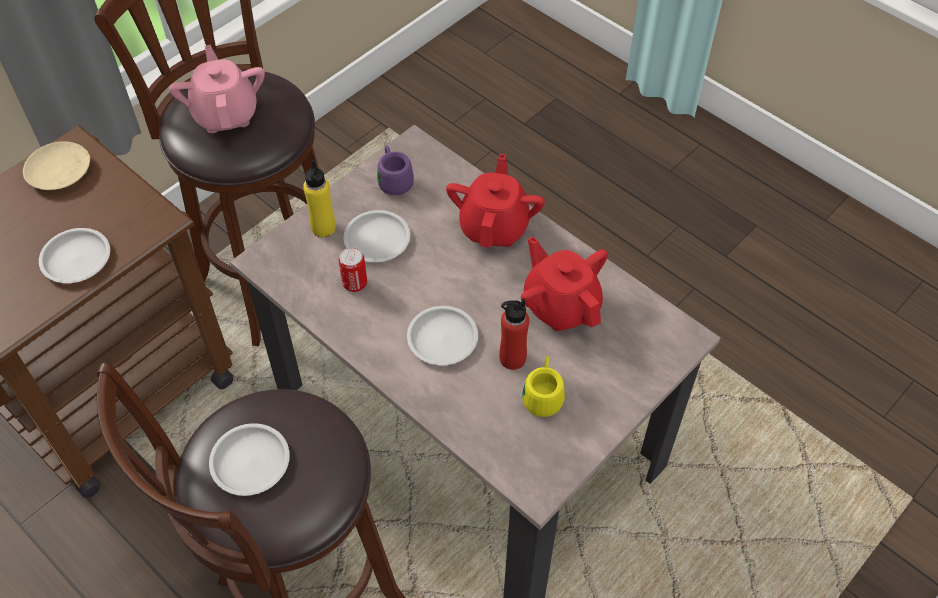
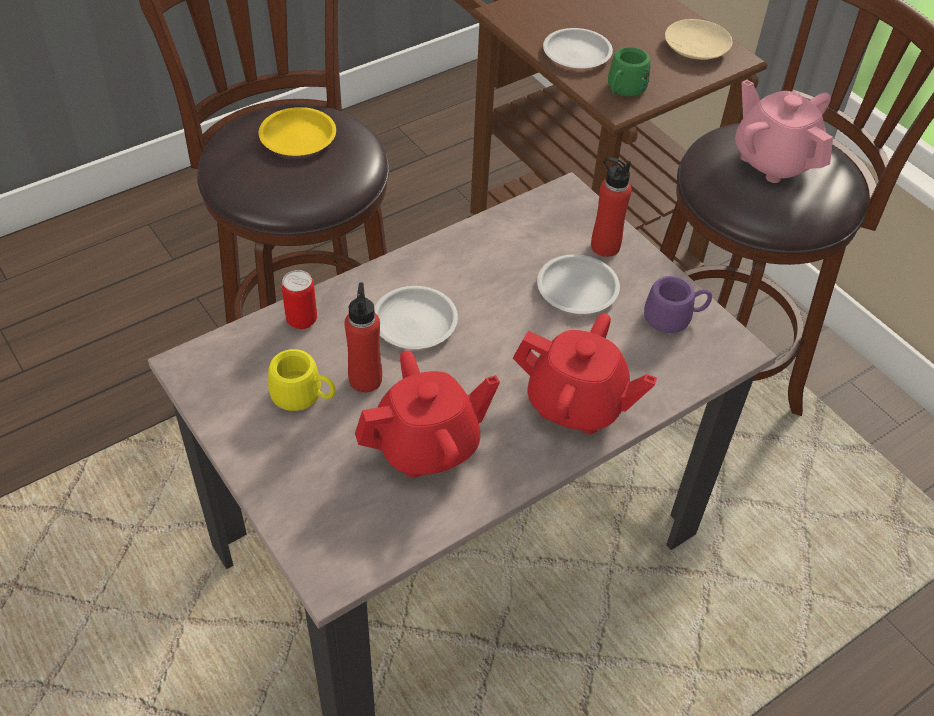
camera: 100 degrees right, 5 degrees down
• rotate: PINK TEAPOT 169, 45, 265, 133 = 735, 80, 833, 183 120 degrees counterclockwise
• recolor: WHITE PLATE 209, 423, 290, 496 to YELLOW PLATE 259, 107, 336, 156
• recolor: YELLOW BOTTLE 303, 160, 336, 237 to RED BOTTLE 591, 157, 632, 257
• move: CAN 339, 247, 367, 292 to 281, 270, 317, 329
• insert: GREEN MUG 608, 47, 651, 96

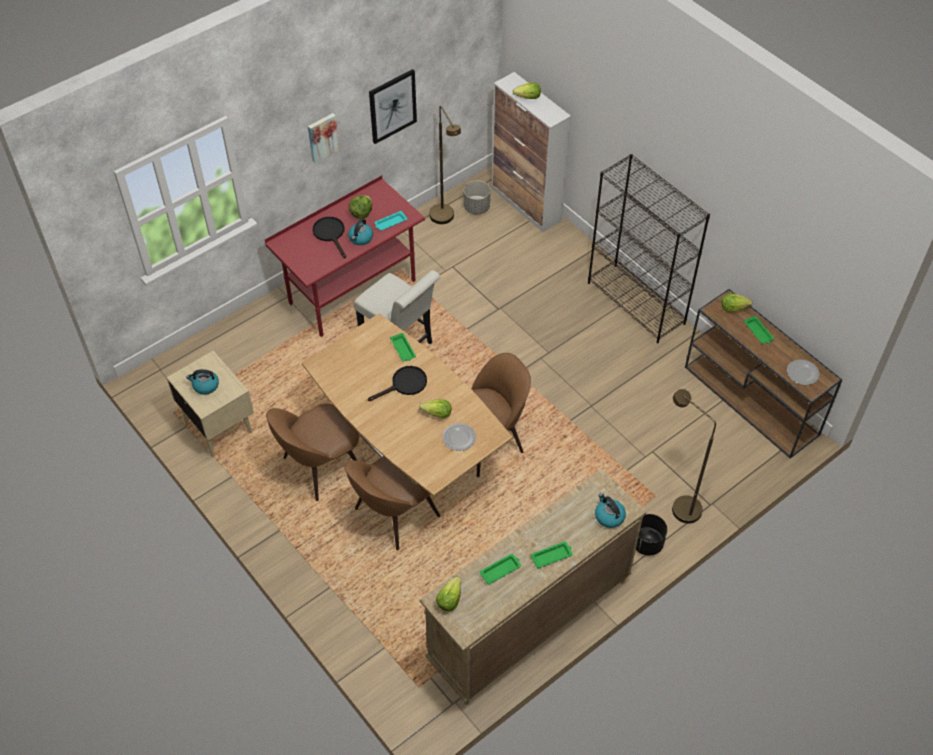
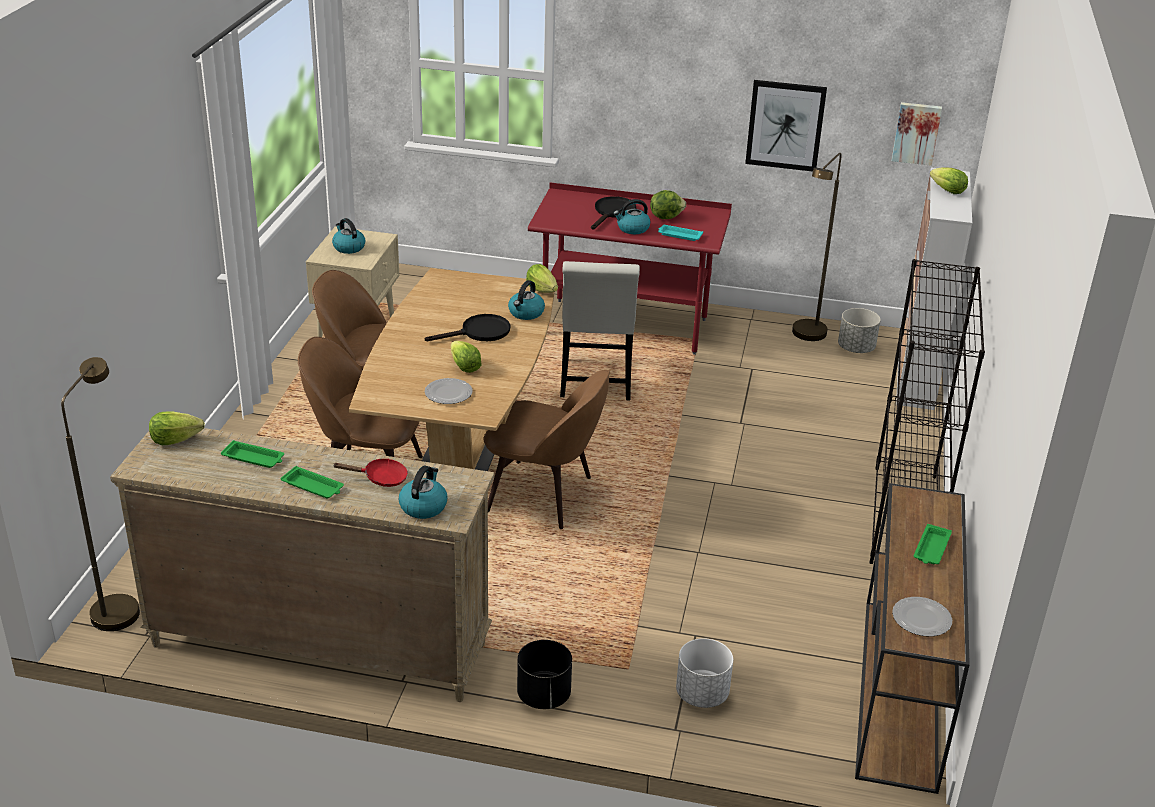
camera: 50 degrees right, 20 degrees down
• move: PICTURE 308, 113, 339, 163 to 892, 102, 942, 166
• rotate: BLACK FRYING PAN 368, 366, 427, 401 = 425, 314, 510, 341 45 degrees counterclockwise
• replace: GREEN TRAY 390, 333, 416, 362 to KETTLE 508, 280, 545, 320
• move: BROWN FLOOR LAMP 672, 389, 716, 524 to 61, 357, 140, 631
• move: LETTUCE 721, 293, 752, 312 to 526, 264, 558, 293
• insert: RED FRYING PAN 332, 459, 408, 487
• insert: WHITE PLANTER 676, 638, 733, 708

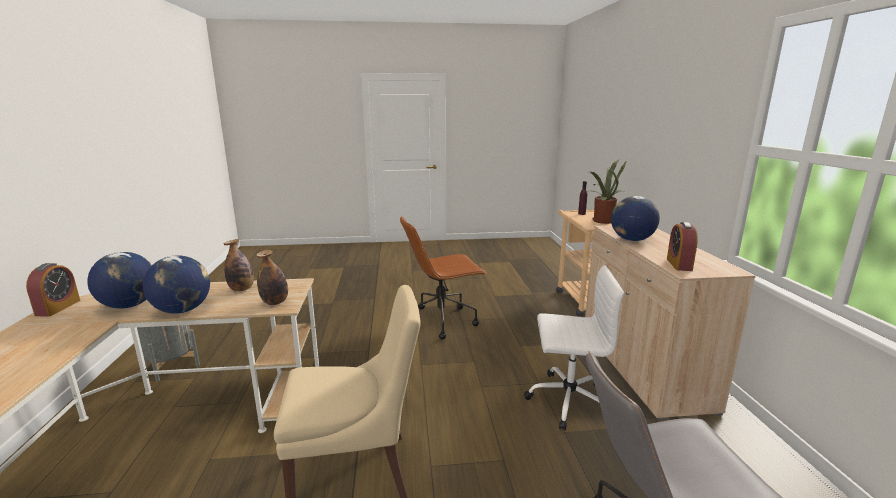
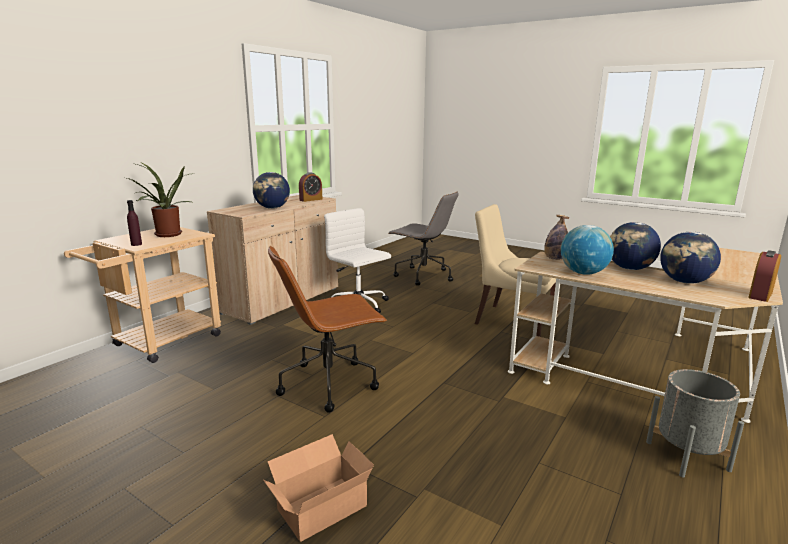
camera: 140 degrees left, 0 degrees up
• replace: BOTTLE 224, 239, 254, 291 to GLOBE 561, 225, 614, 275
• rotate: BROWN OFFICE CHAIR 400, 216, 486, 340 = 268, 246, 387, 413 135 degrees clockwise
• insert: CARDBOARD BOX 263, 434, 374, 542

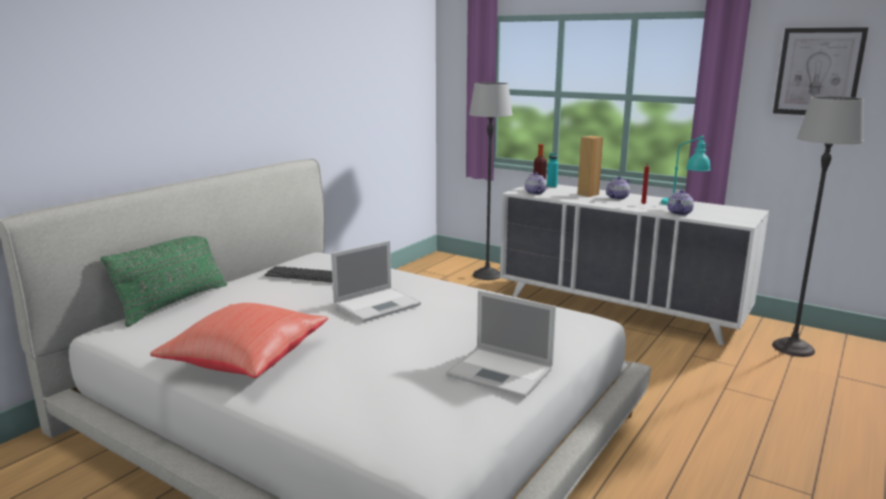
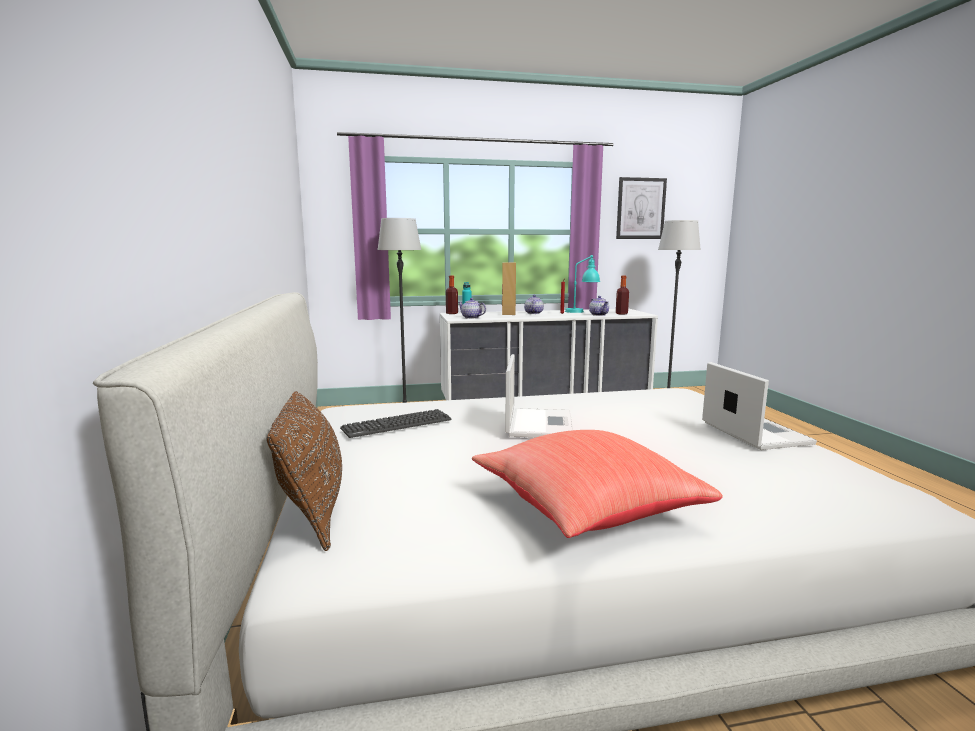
camera: 45 degrees left, 5 degrees down
• recolor: GREEN PILLOW 101, 236, 227, 327 to BROWN PILLOW 267, 391, 342, 551
• rotate: LAPTOP 446, 290, 556, 398 = 702, 362, 817, 450 90 degrees counterclockwise
• insert: BOTTLE 616, 276, 629, 315

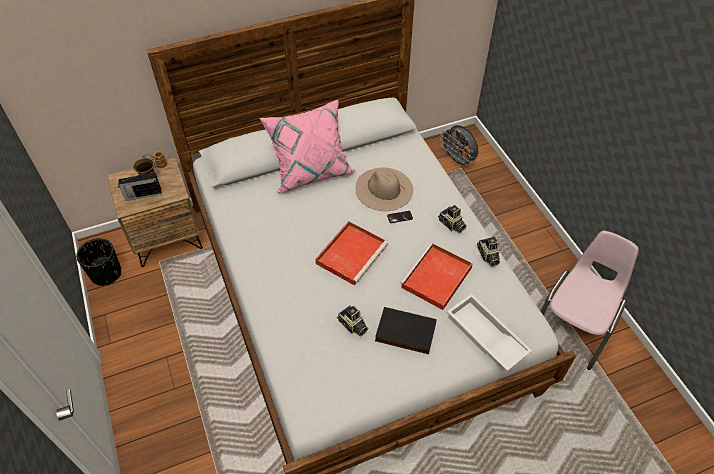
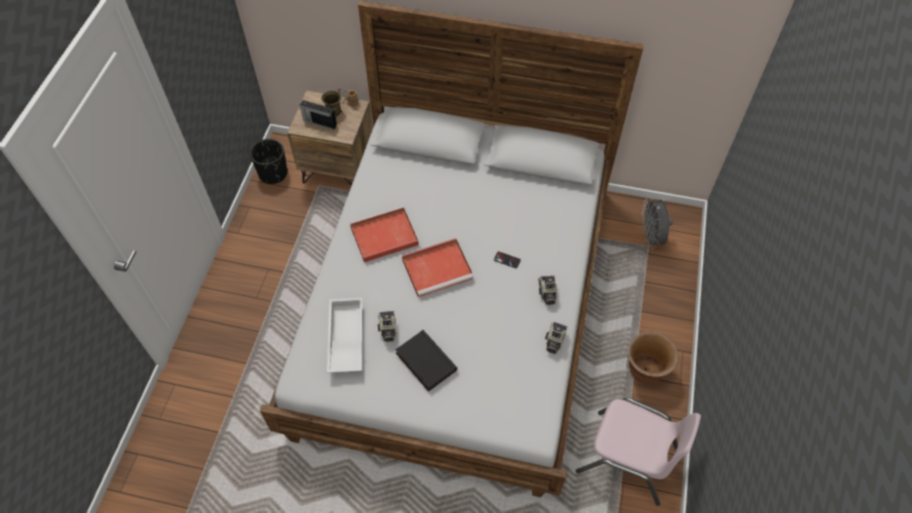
camera: 35 degrees right, 5 degrees up
• delete: PINK PILLOW 260, 99, 356, 193
• delete: BEIGE HAT 355, 167, 413, 211
• move: RED TRAY 400, 243, 473, 310 to 350, 206, 419, 263
• move: WHITE TRAY 447, 294, 532, 371 to 327, 298, 362, 373
• rotate: PINK CHAIR 541, 231, 639, 370 = 576, 398, 701, 506 45 degrees clockwise
• insert: BROWN PLANTER 628, 331, 678, 384

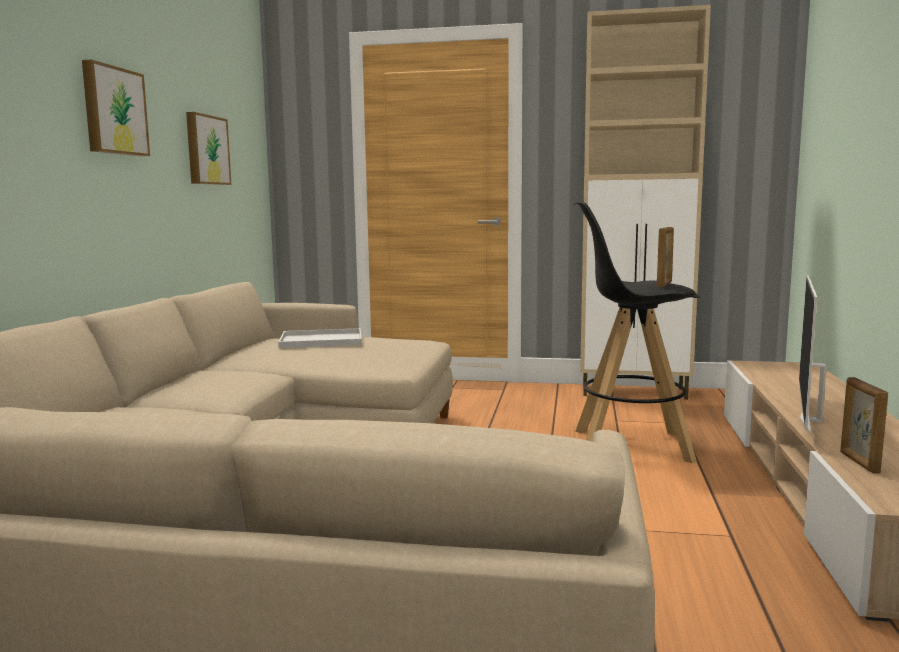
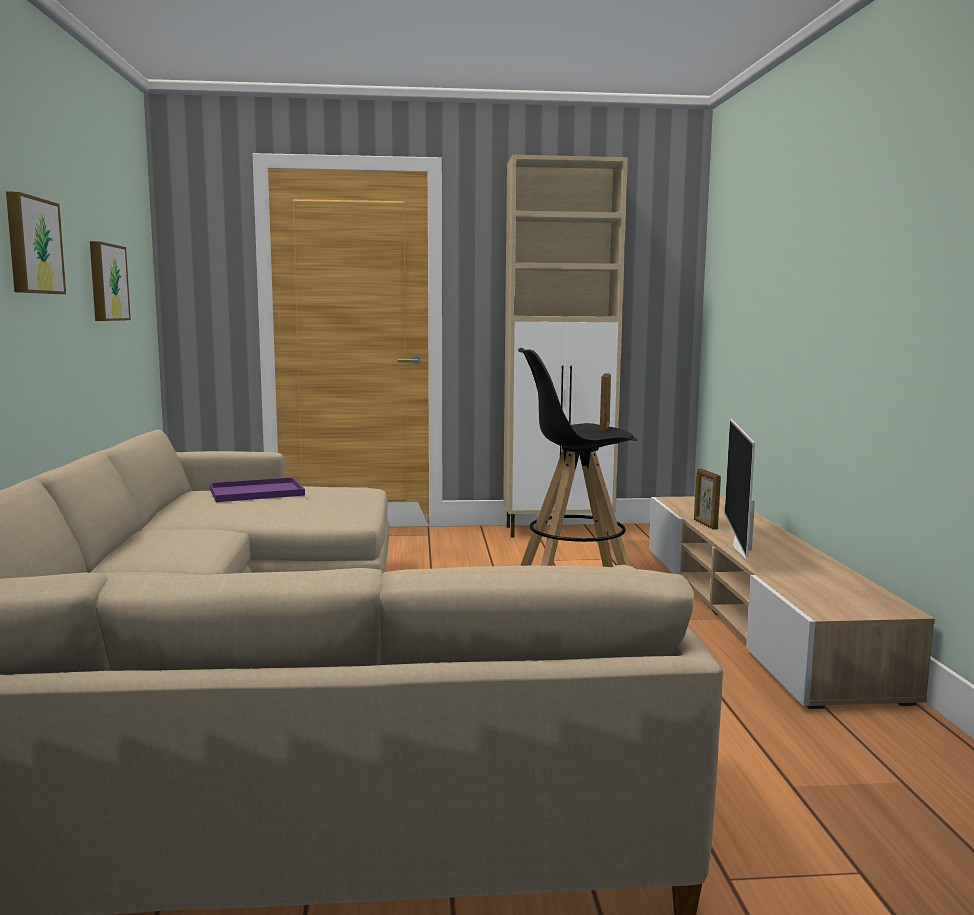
camera: 15 degrees left, 0 degrees up
• recolor: WHITE TRAY 278, 328, 362, 348 to PURPLE TRAY 210, 477, 305, 502
• move: PICTURE FRAME 840, 377, 888, 474 to 694, 469, 721, 530

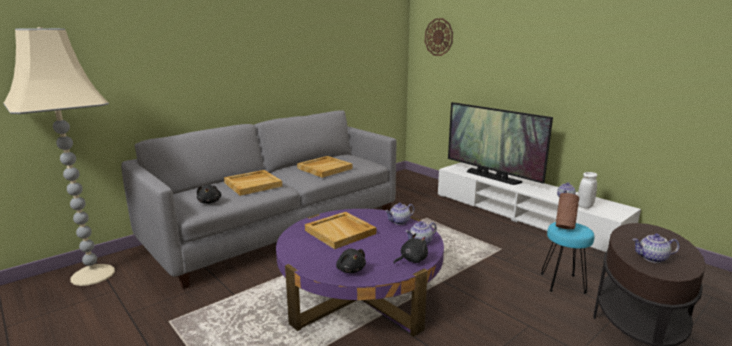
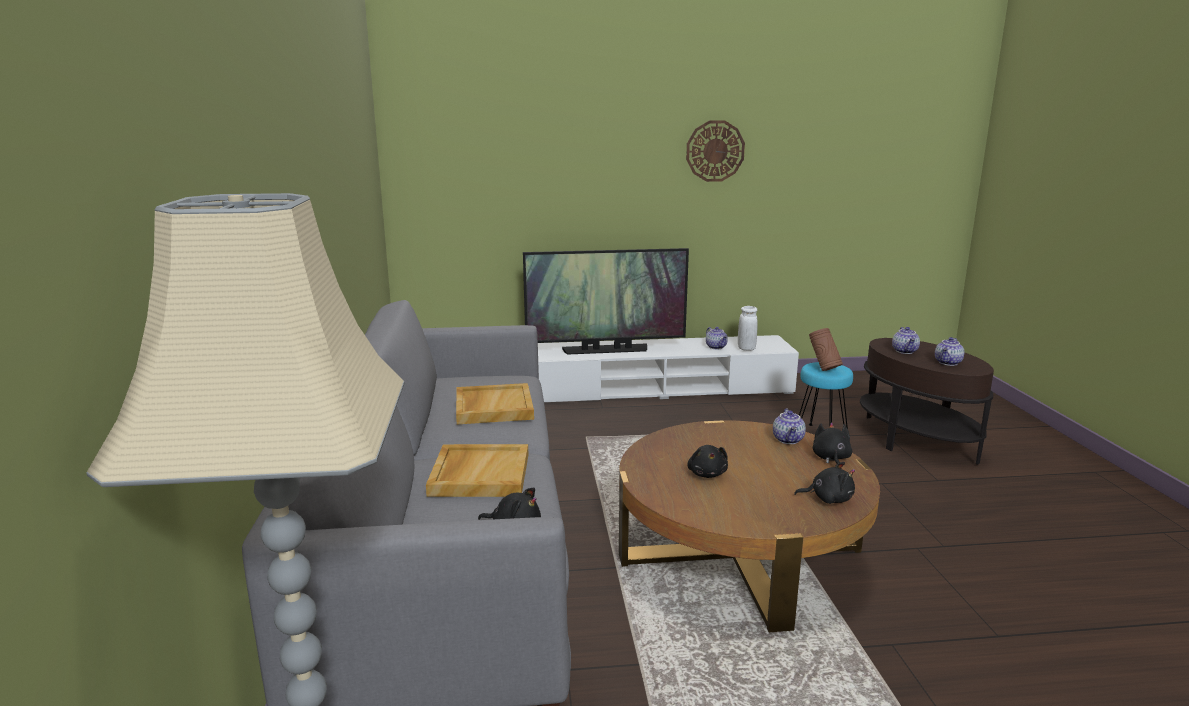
camera: 55 degrees left, 0 degrees up
• recolor: PURPLE COFFEE TABLE 276, 209, 444, 337 to BROWN COFFEE TABLE 619, 420, 880, 632
• replace: BEIGE TRAY 305, 212, 376, 249 to BLACK PLUSH TOY 687, 445, 728, 478
• move: TEAPOT 385, 203, 414, 225 to 892, 327, 920, 354
• move: WALL CLOCK 425, 18, 453, 56 to 686, 121, 745, 182

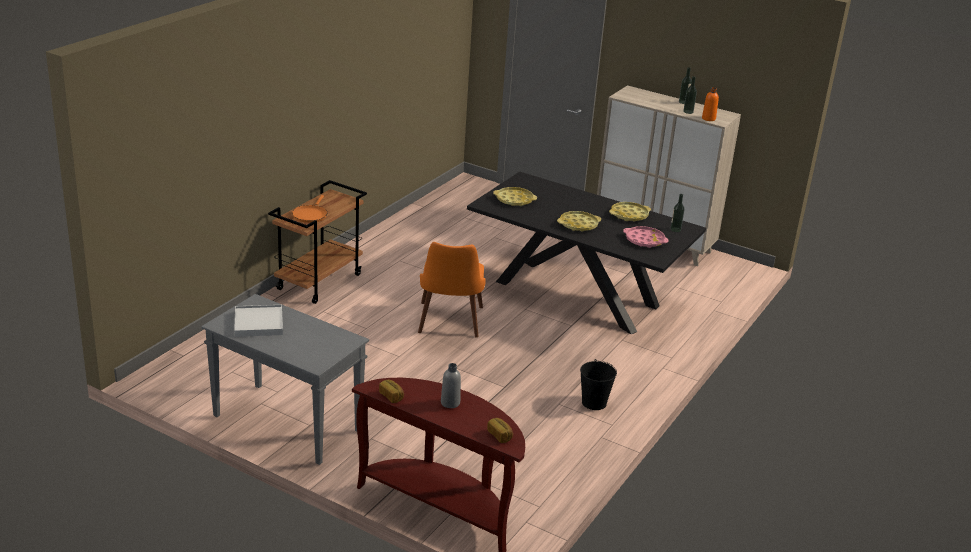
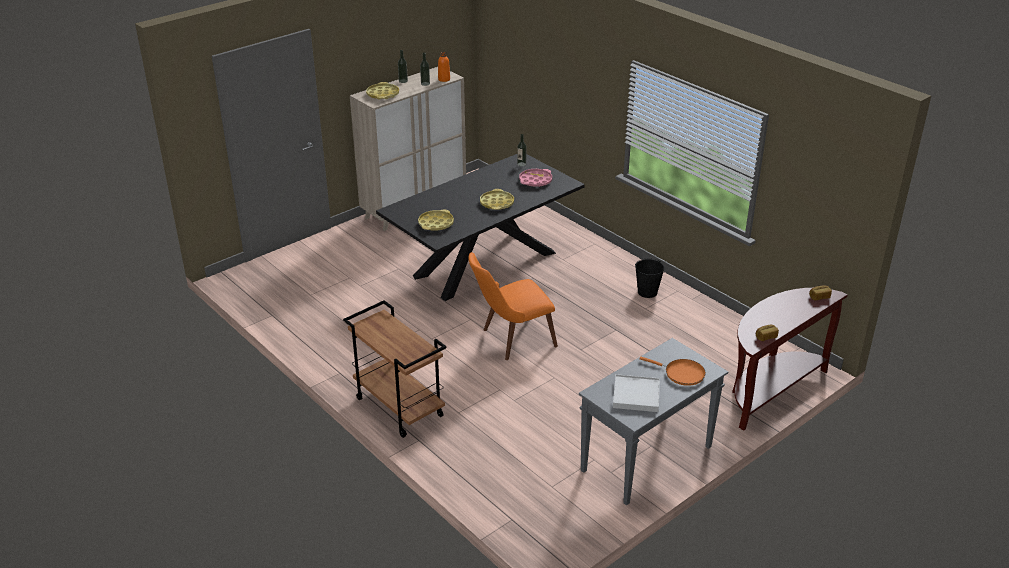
camera: 70 degrees left, 5 degrees up
• move: ORANGE FRYING PAN 292, 195, 328, 223 to 640, 357, 706, 386
• rotate: ORANGE CHAIR 418, 242, 486, 338 = 468, 252, 558, 360 135 degrees clockwise
• delete: GREY BOTTLE 441, 363, 461, 408
• move: YELLOW TRAY 609, 202, 651, 222 to 366, 82, 399, 100

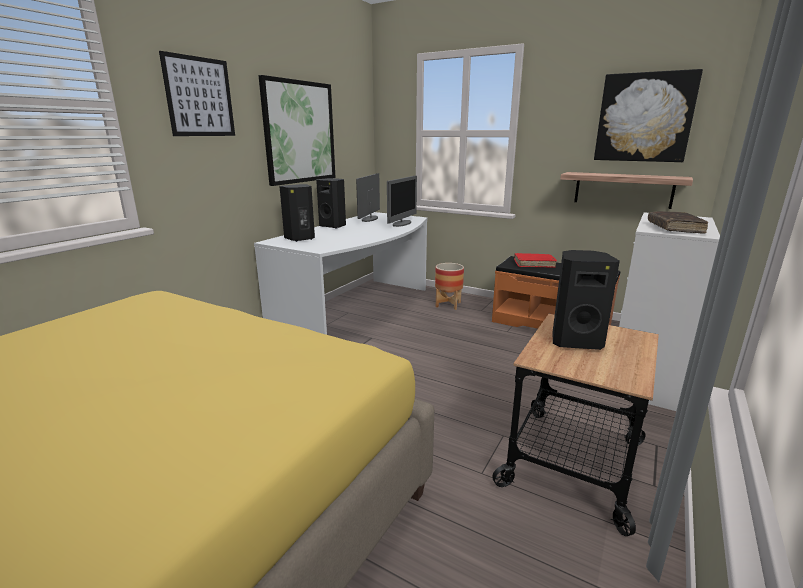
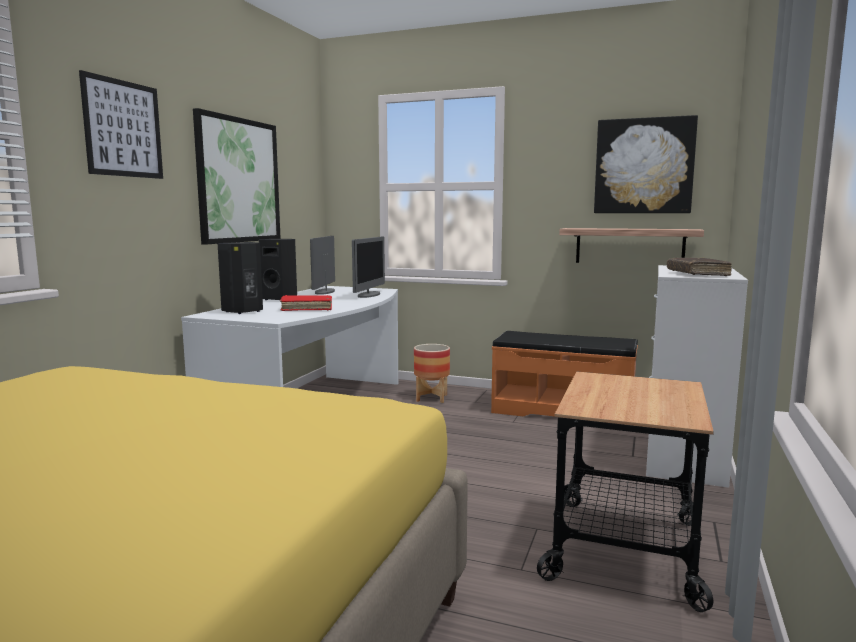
camera: 10 degrees left, 10 degrees down
• move: RED BOOK 514, 253, 557, 268 to 280, 295, 332, 311
• delete: BLACK SPEAKER 552, 250, 620, 350

